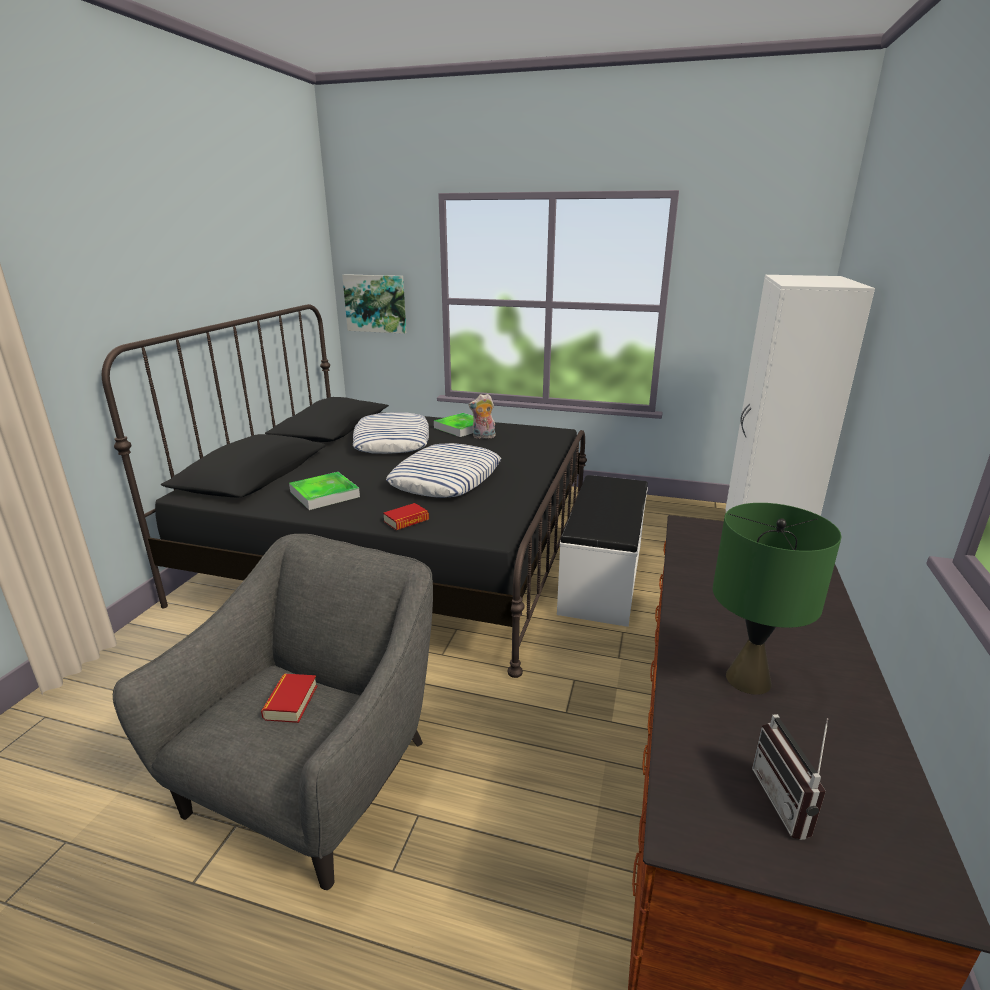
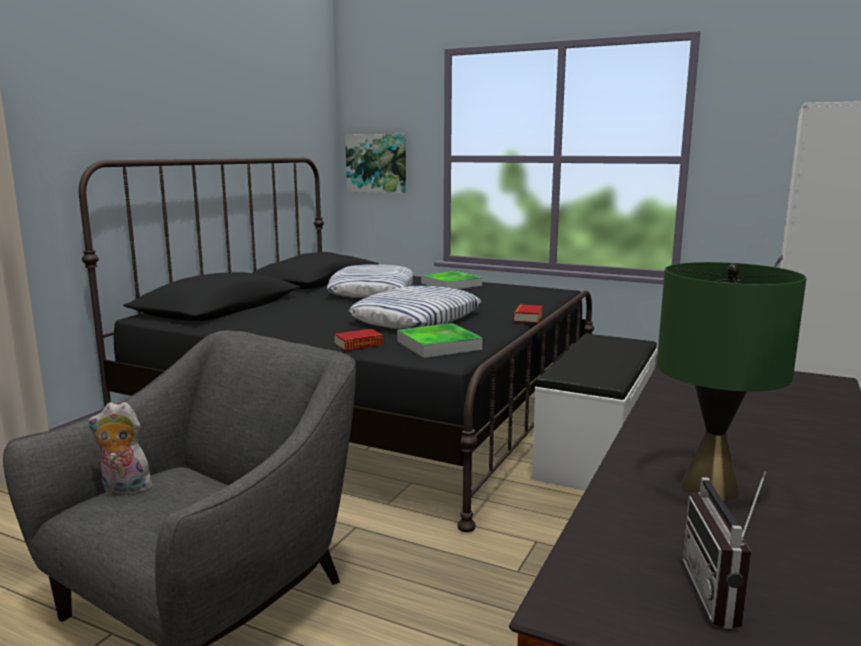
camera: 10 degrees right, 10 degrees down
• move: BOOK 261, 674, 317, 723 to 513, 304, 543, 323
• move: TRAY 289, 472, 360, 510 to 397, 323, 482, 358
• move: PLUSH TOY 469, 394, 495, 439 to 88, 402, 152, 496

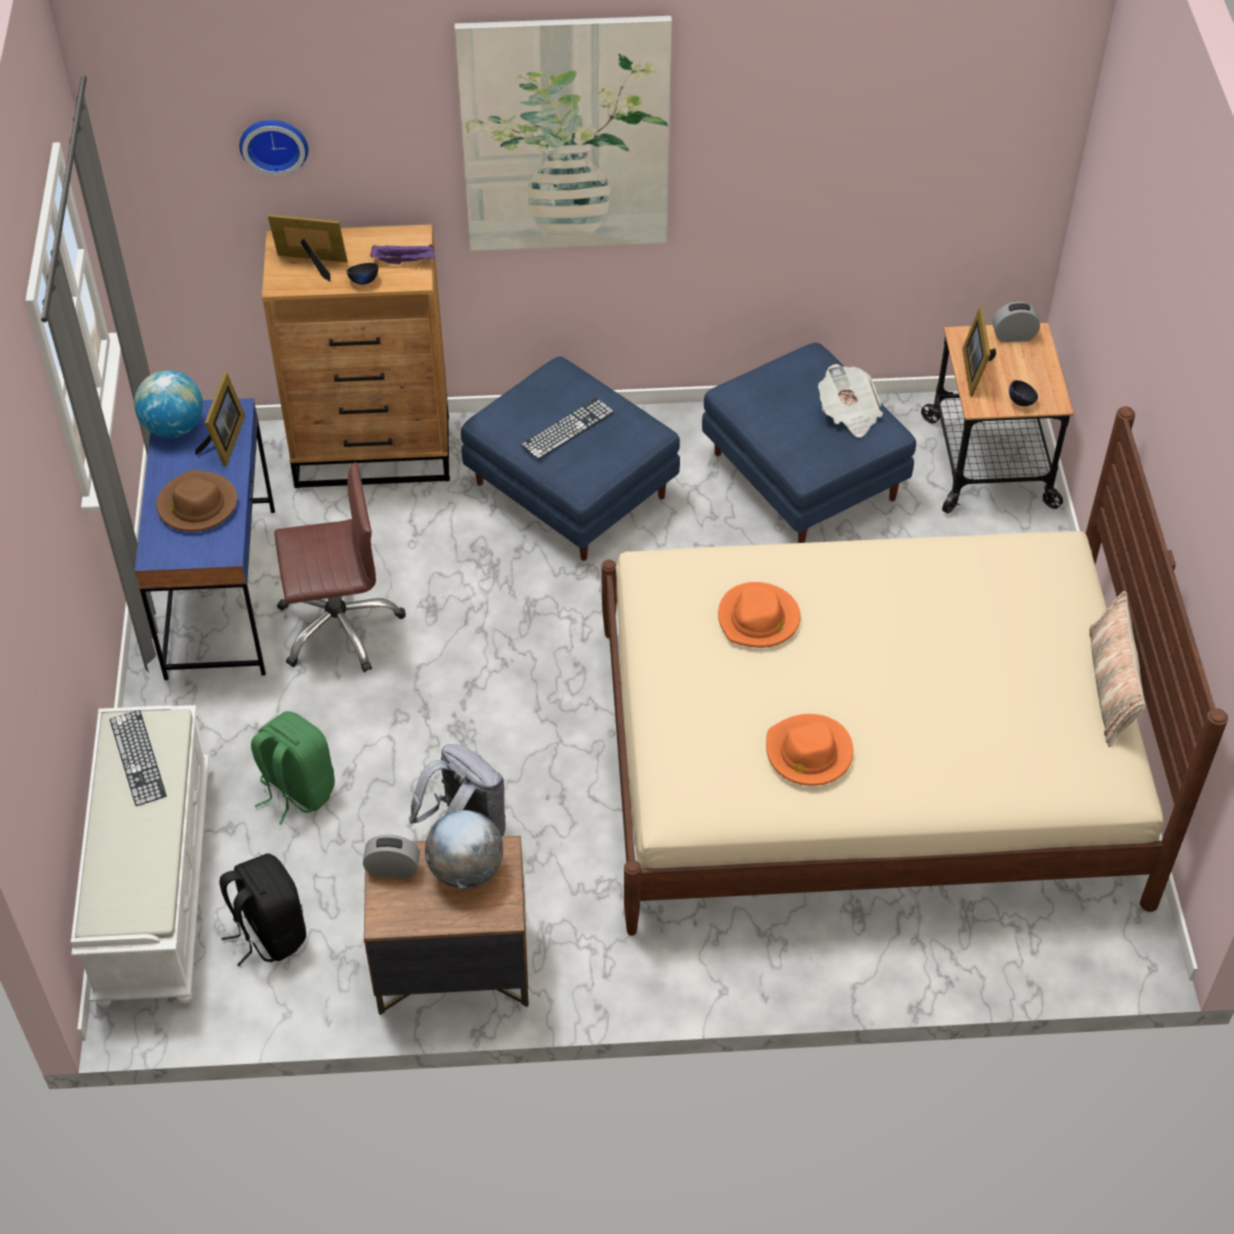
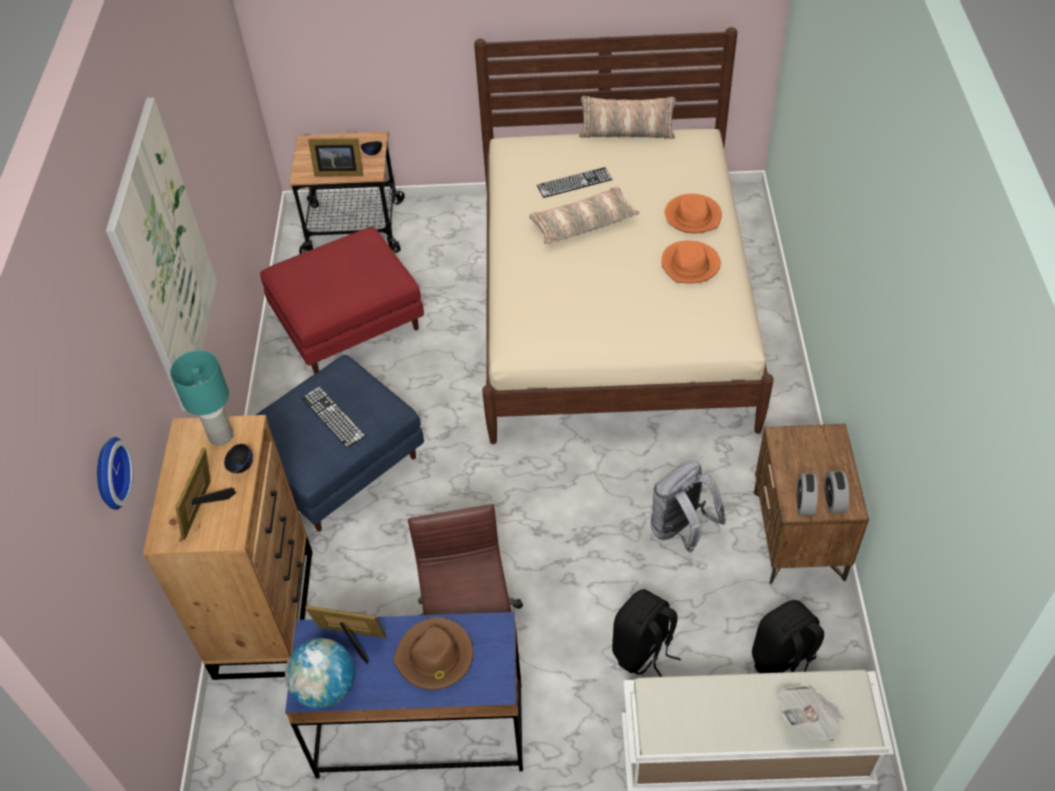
camera: 85 degrees left, 0 degrees up
• move: KEYBOARD 109, 710, 167, 806 to 537, 167, 613, 198
• recolor: GREEN BACKPACK 251, 711, 335, 825 to BLACK BACKPACK 612, 589, 681, 677
• replace: PURPLE TRAY 370, 244, 435, 265 to TURQUOISE TABLE LAMP 170, 350, 233, 445
• delete: GLOBE 425, 810, 503, 889
• recolor: BLUE OTTOMAN 702, 343, 916, 543 to RED OTTOMAN 260, 227, 424, 374
• move: ORANGE HAT 718, 582, 801, 648 to 665, 194, 722, 234
• move: NEWSPAPER 818, 364, 883, 437 to 777, 686, 845, 741
• move: ALARM CLOCK 993, 302, 1040, 342 to 824, 470, 849, 514
• insert: PILLOW 529, 187, 639, 244

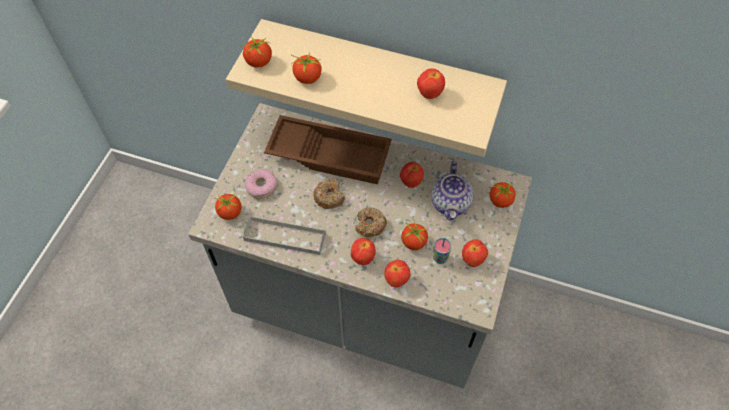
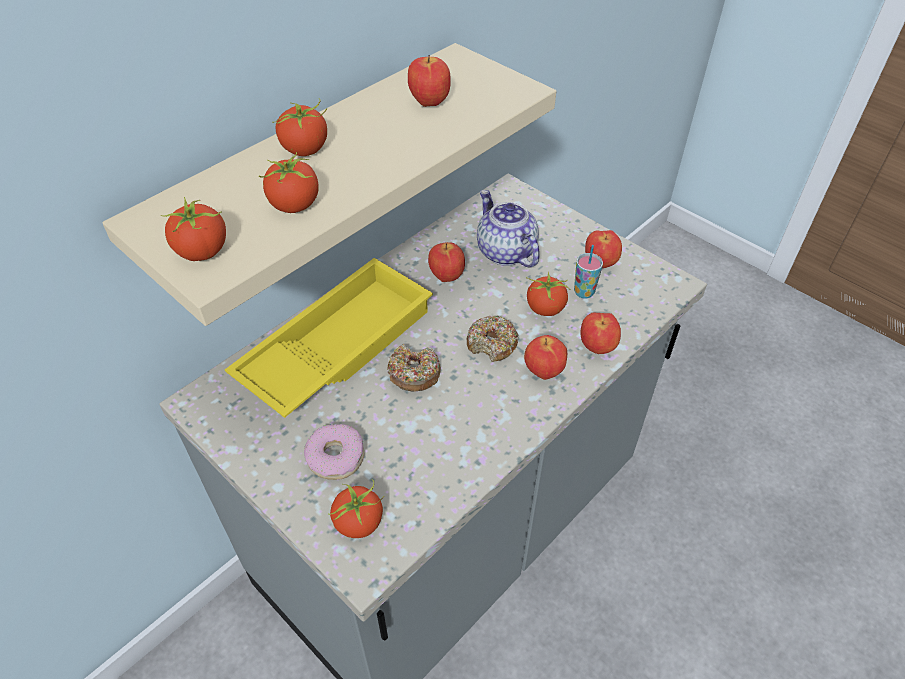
camera: 65 degrees left, 10 degrees down
• delete: GREY TRAY 243, 216, 326, 255
• recolor: BROWN TRAY 264, 115, 392, 185 to YELLOW TRAY 225, 258, 433, 418
• rotate: TEAPOT 431, 161, 474, 221 = 477, 190, 540, 268 150 degrees counterclockwise
• move: TOMATO 490, 182, 519, 208 to 272, 98, 327, 156

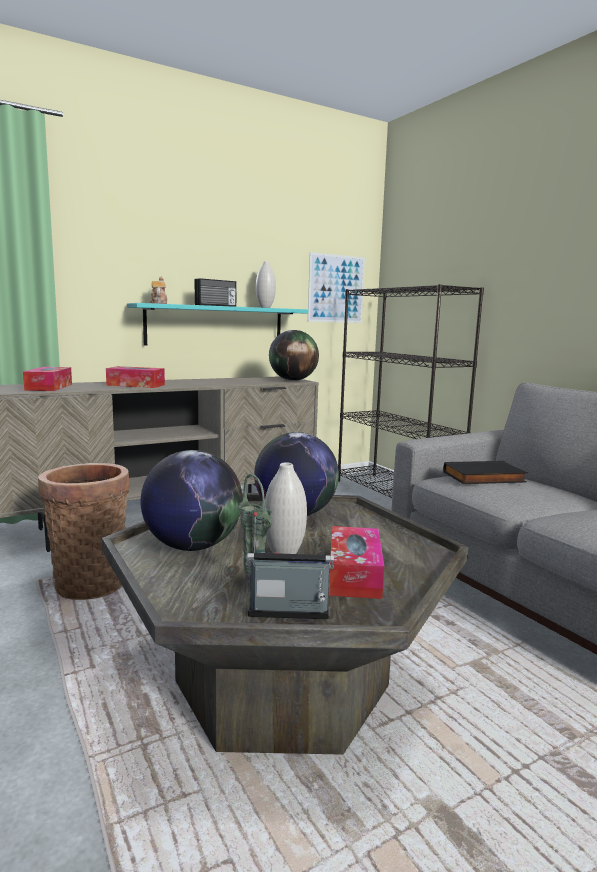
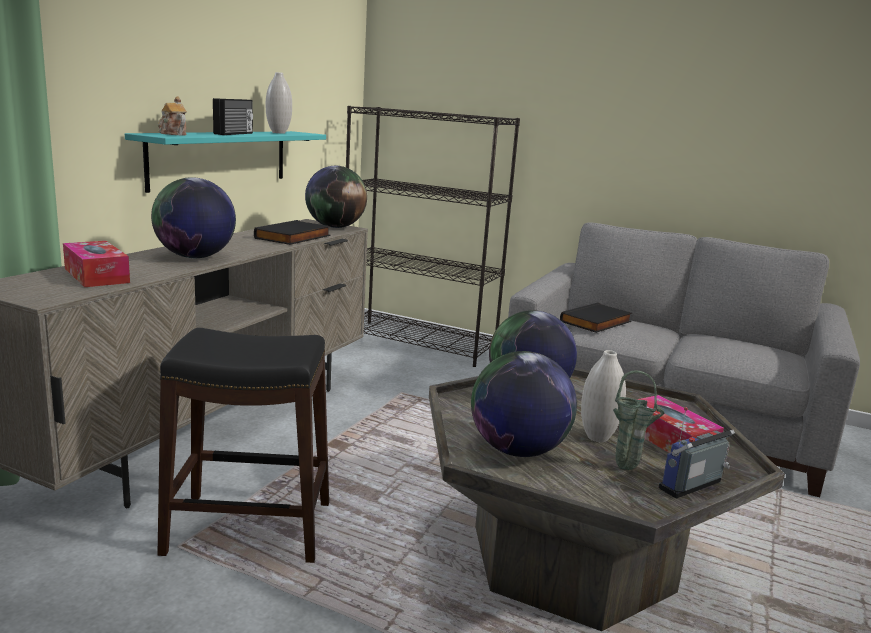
camera: 35 degrees left, 5 degrees up
• replace: BASKET 38, 463, 130, 600 to BLACK STOOL 157, 328, 329, 563
• replace: TISSUE BOX 106, 366, 165, 388 to GLOBE 151, 177, 236, 258
• delete: PICTURE 308, 252, 365, 323
• insert: BLACK BOOK 254, 220, 331, 245

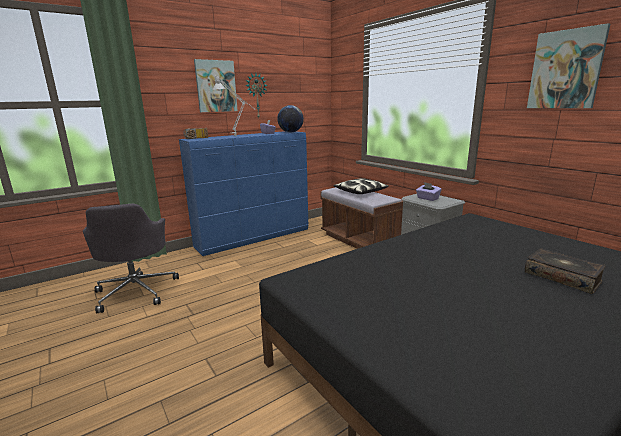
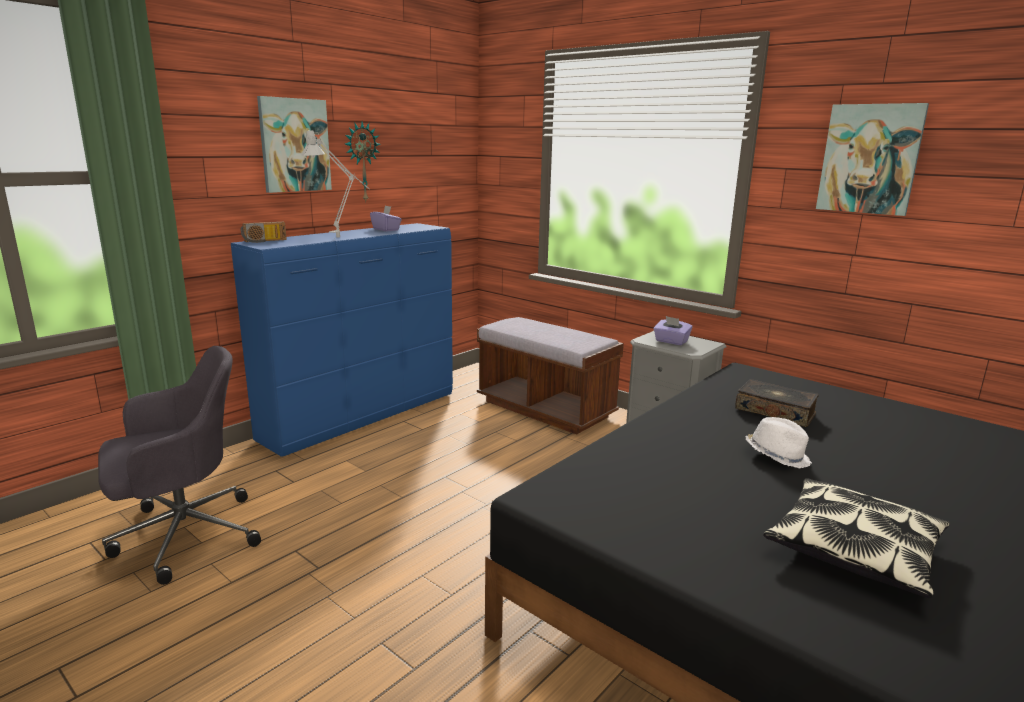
camera: 15 degrees left, 0 degrees up
• rotate: GREY OFFICE CHAIR 83, 203, 179, 313 = 98, 346, 261, 585 90 degrees counterclockwise
• delete: GLOBE 277, 105, 304, 132
• move: PILLOW 334, 178, 389, 194 to 763, 478, 950, 598
• move: BOOK 525, 248, 606, 294 to 735, 379, 819, 427
• insert: WHITE HAT 745, 417, 812, 468

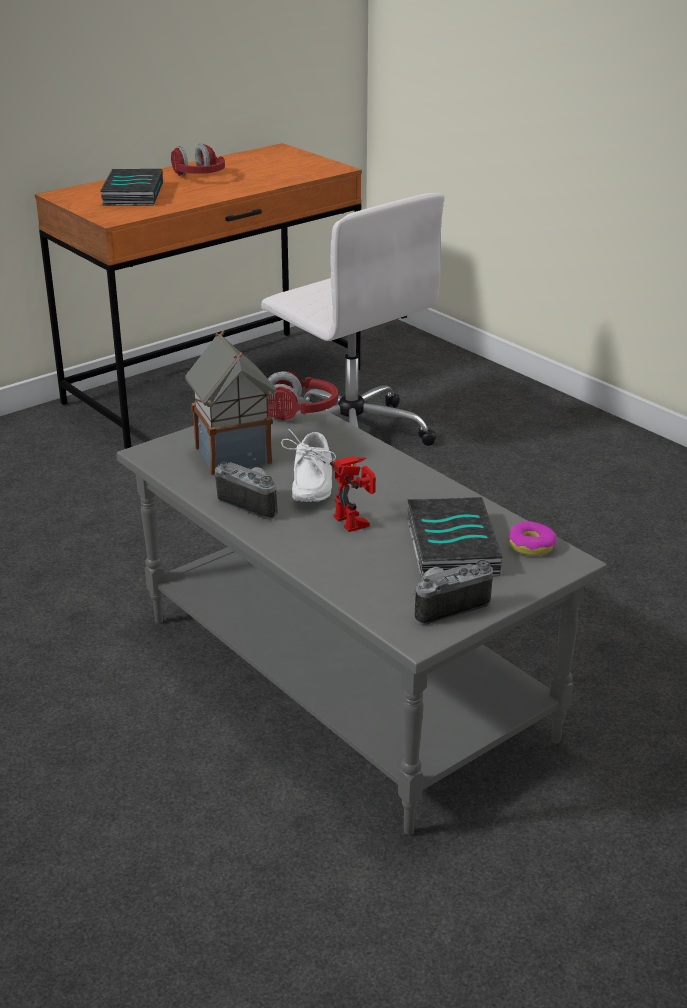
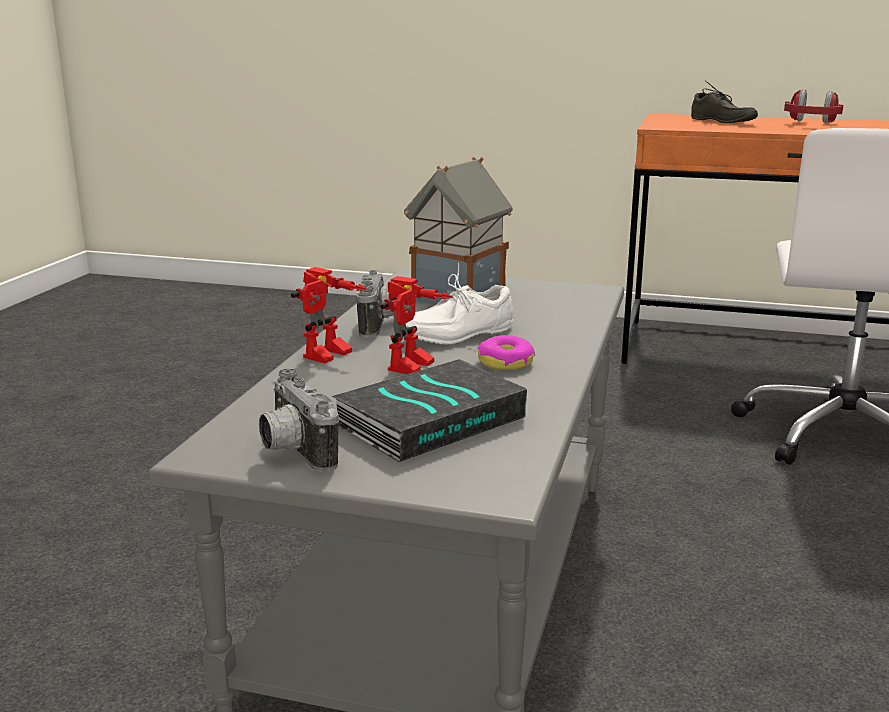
camera: 55 degrees right, 10 degrees down
• replace: BOOK 100, 169, 163, 206 to GREY SHOE 691, 81, 758, 123
• delete: RED HEADPHONES 267, 371, 338, 421
• rotate: PHOTO CAMERA 413, 560, 493, 625 = 259, 369, 338, 471 150 degrees counterclockwise
• move: DONUT 508, 522, 557, 556 to 477, 335, 535, 370
• insert: TOY ROBOT 291, 267, 367, 364

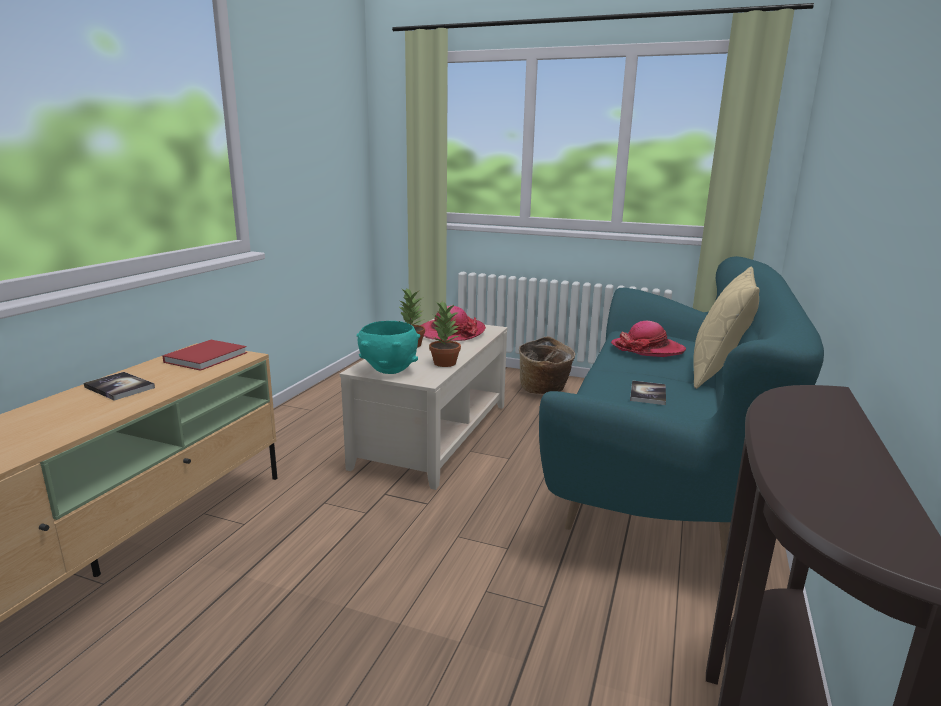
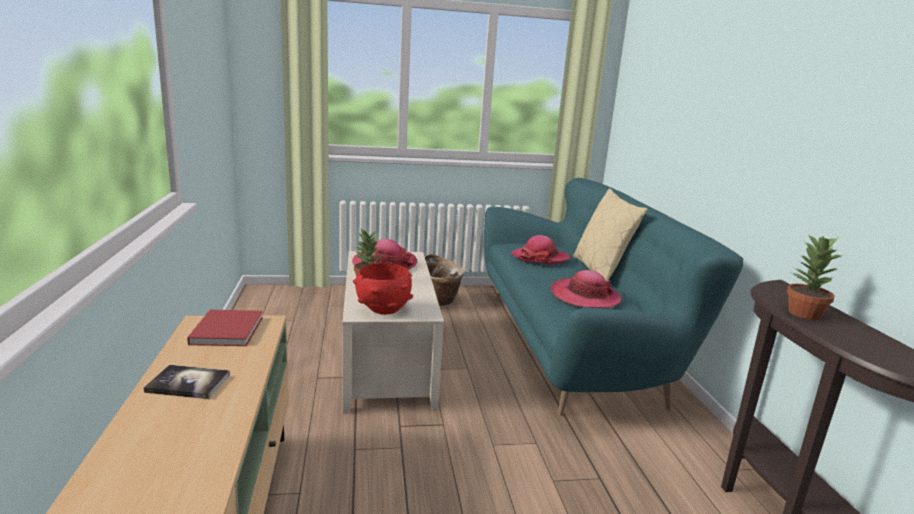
camera: 30 degrees left, 0 degrees up
• recolor: TURQUOISE BOWL 357, 321, 420, 374 to RED BOWL 353, 263, 413, 315
• move: POTTED PLANT 429, 301, 461, 367 to 787, 235, 844, 320
• replace: BOOK 630, 381, 666, 405 to HAT 551, 270, 622, 308

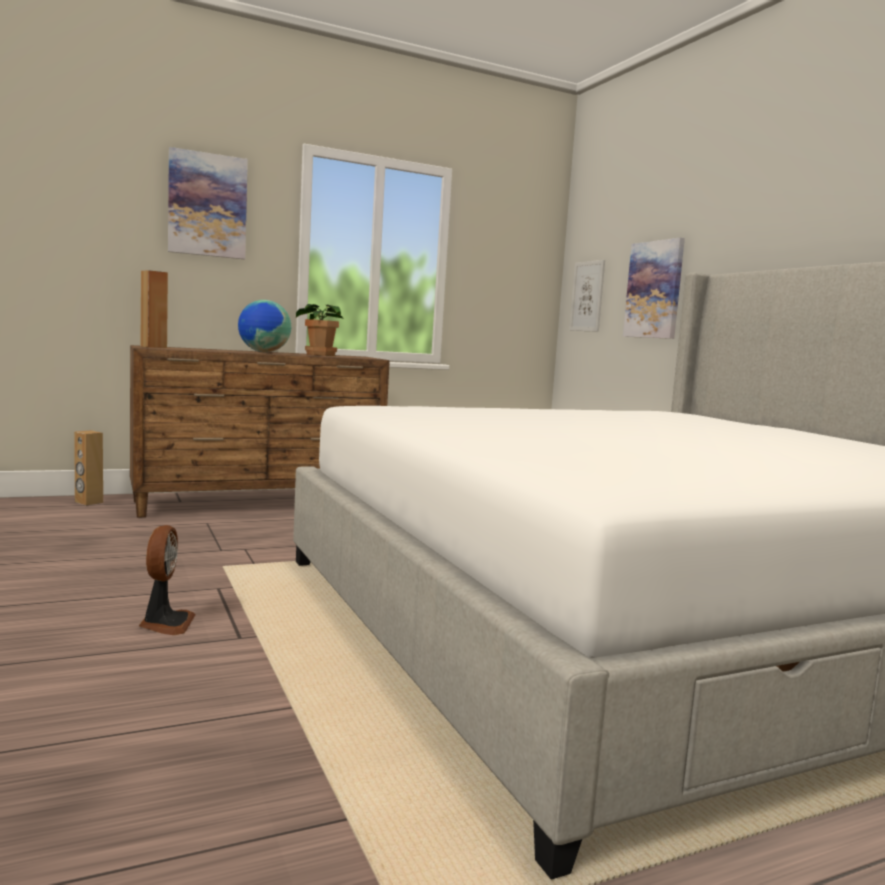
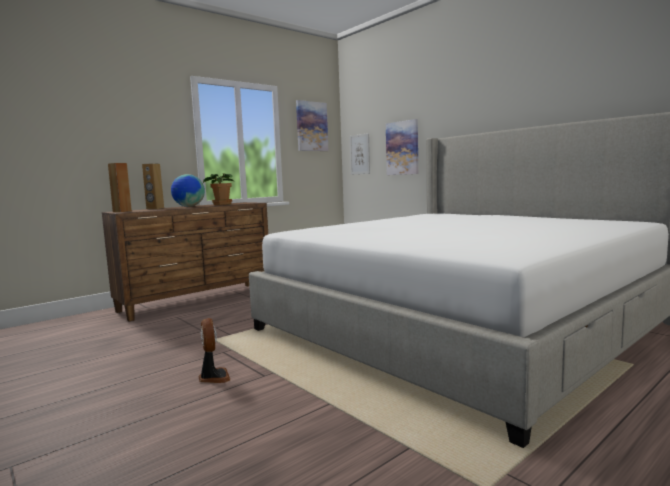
camera: 15 degrees left, 0 degrees up
• move: BROWN SPEAKER 74, 430, 103, 506 to 142, 163, 164, 209
• move: PICTURE 168, 147, 248, 259 to 296, 100, 328, 151

